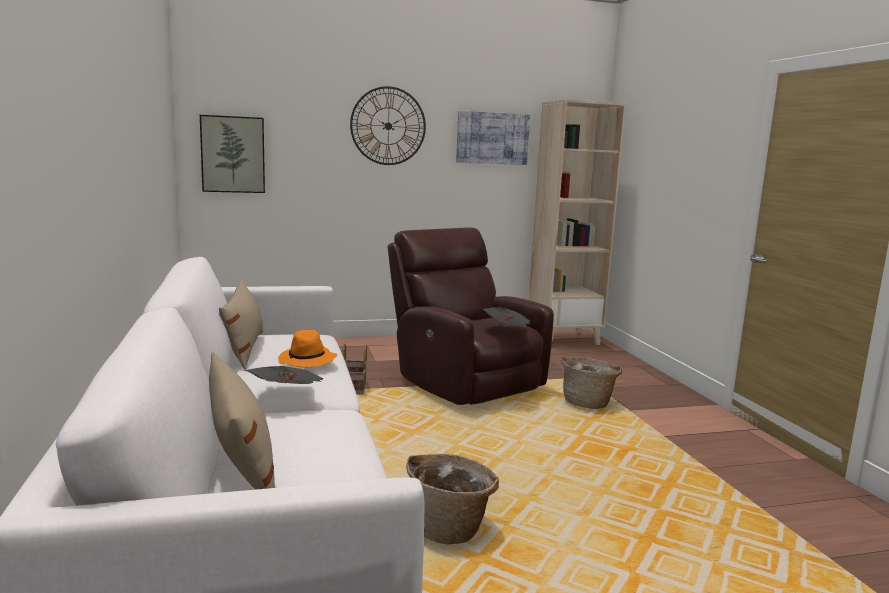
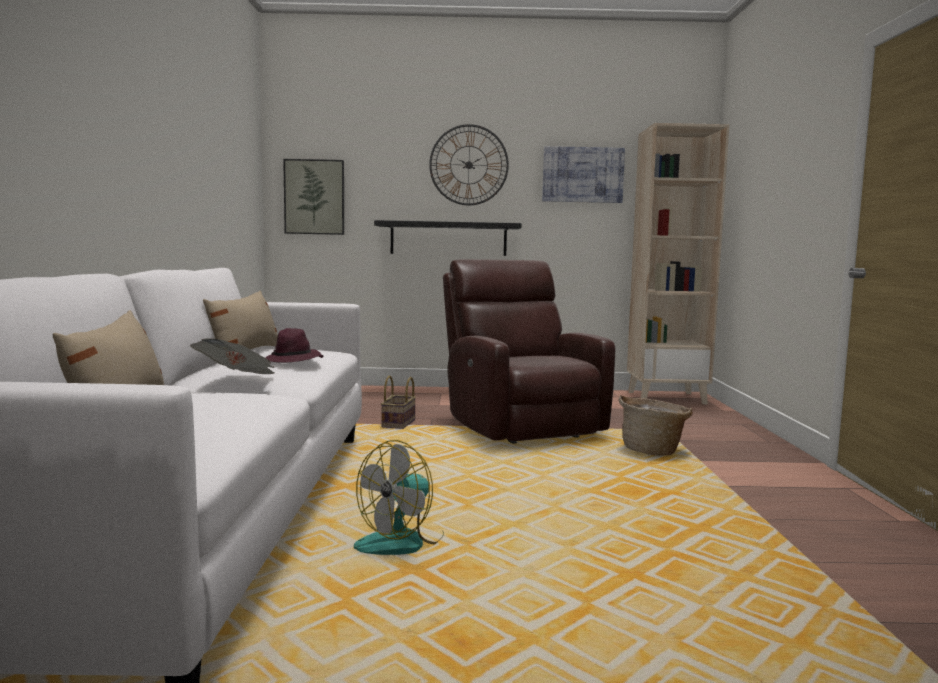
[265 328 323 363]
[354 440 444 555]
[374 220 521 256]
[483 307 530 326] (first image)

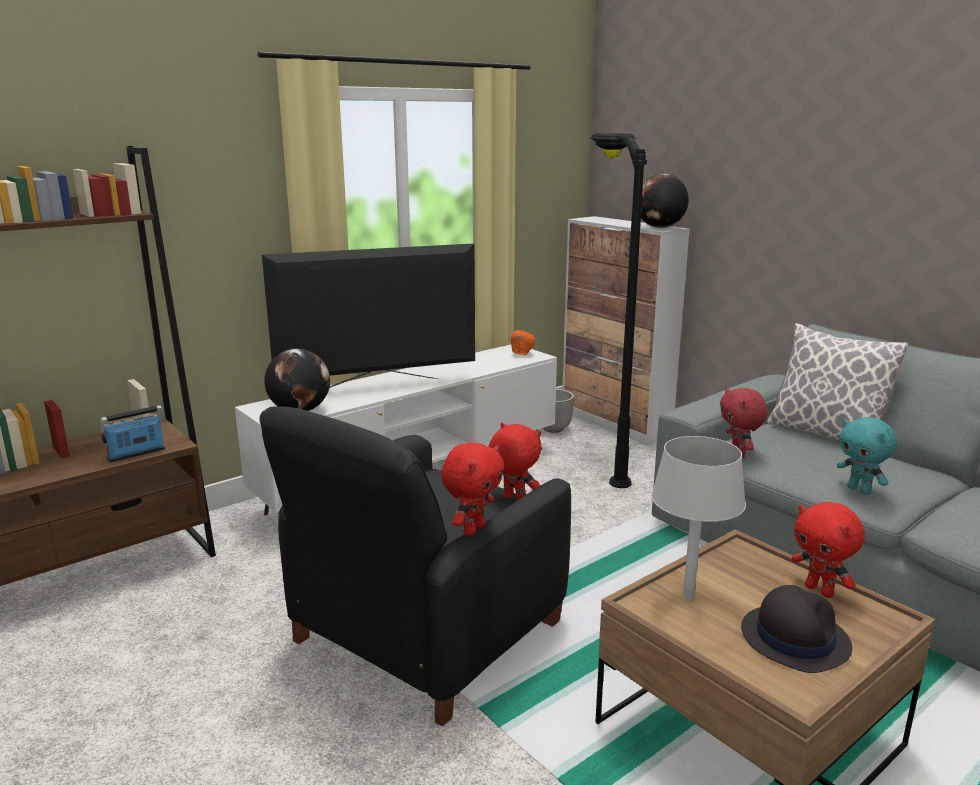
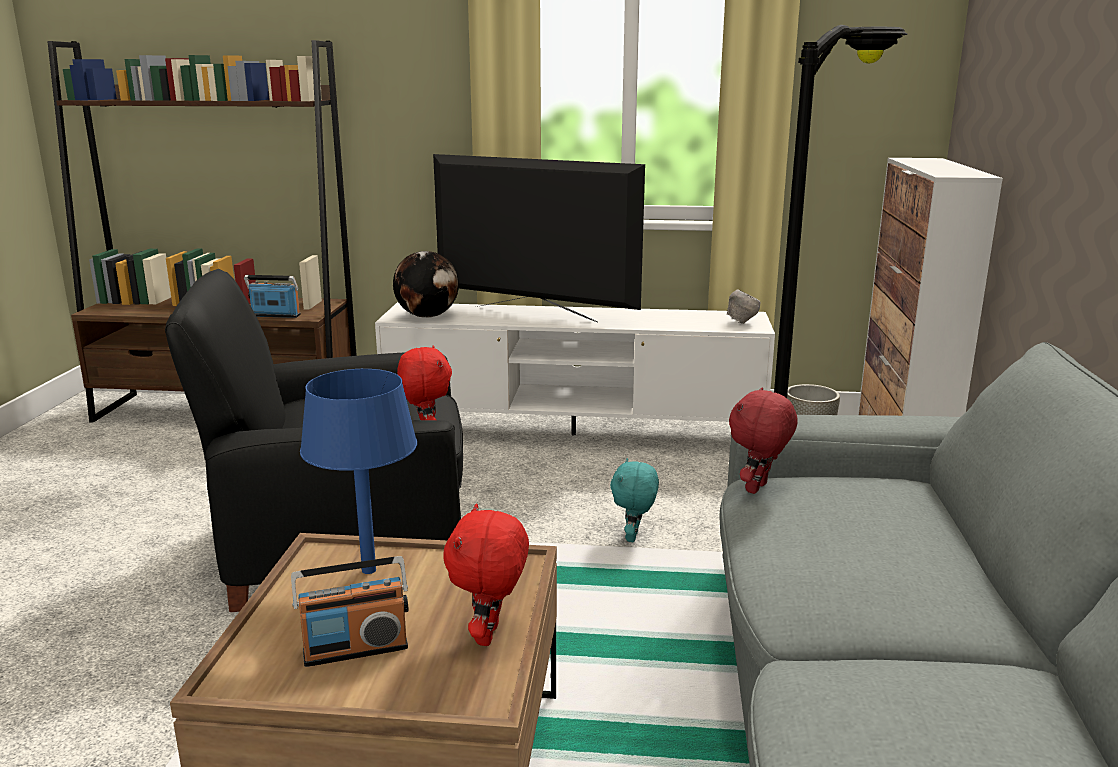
[291 556 409 667]
[300 369 417 574]
[610 458 659 542]
[727 289 760 324]
[441 442 504 536] (first image)
[641 174 689 228] (first image)
[766 323 908 440] (first image)

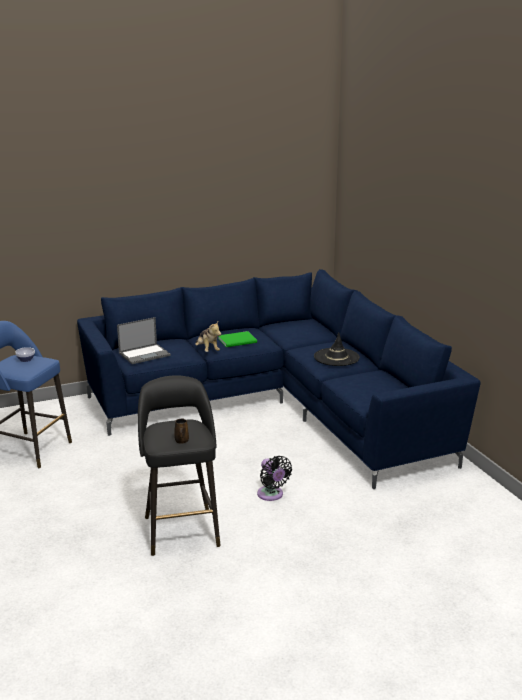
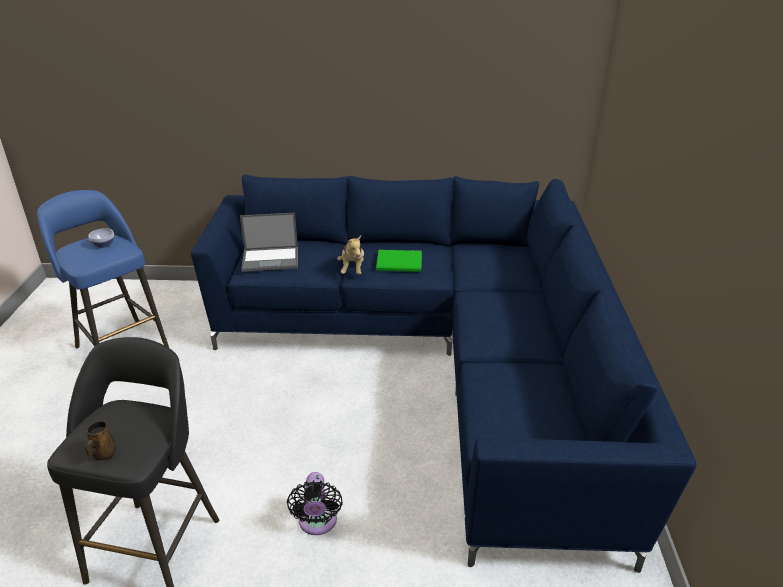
[314 332 360 366] (first image)

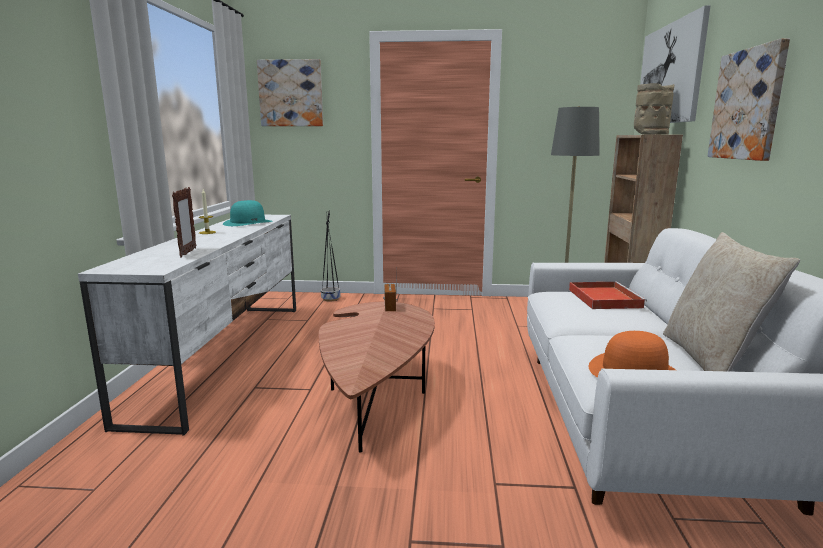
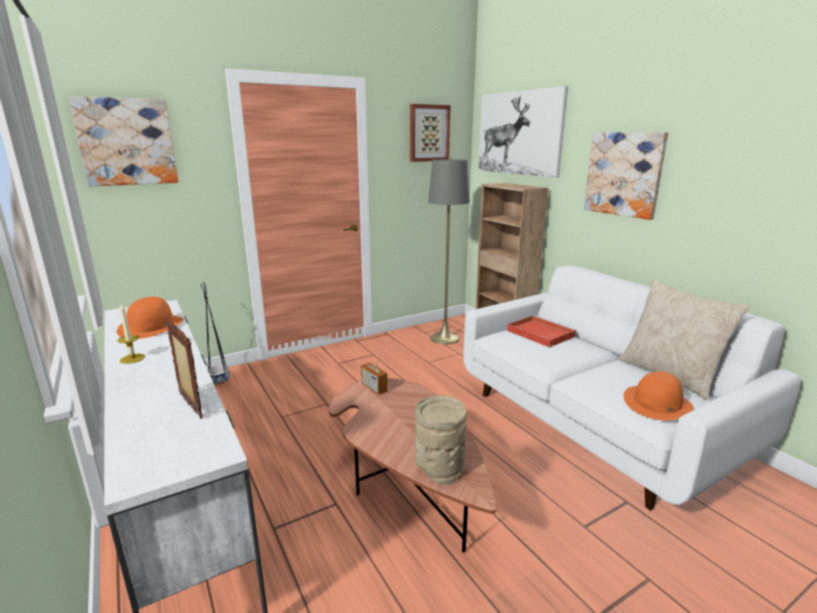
[117 297 184 339]
[410 104 451 162]
[415 395 466 485]

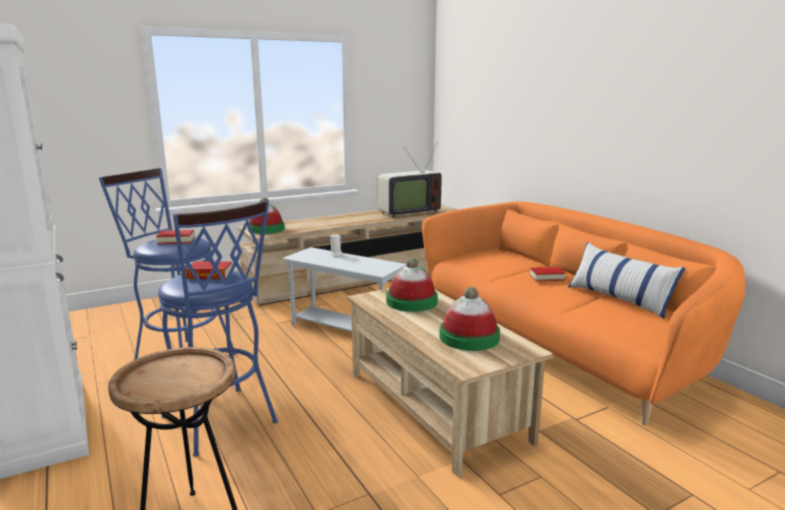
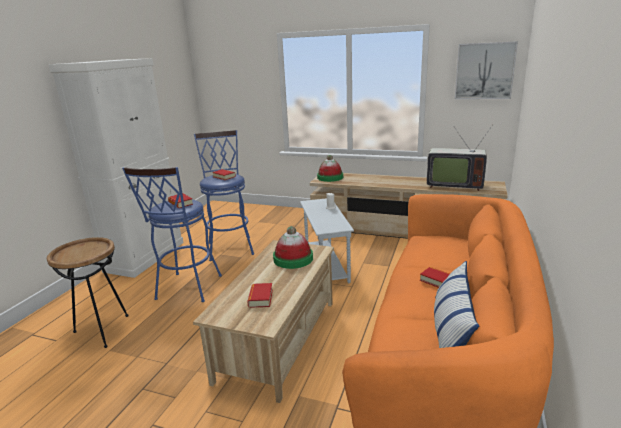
[247 283 273 308]
[455 41 518 99]

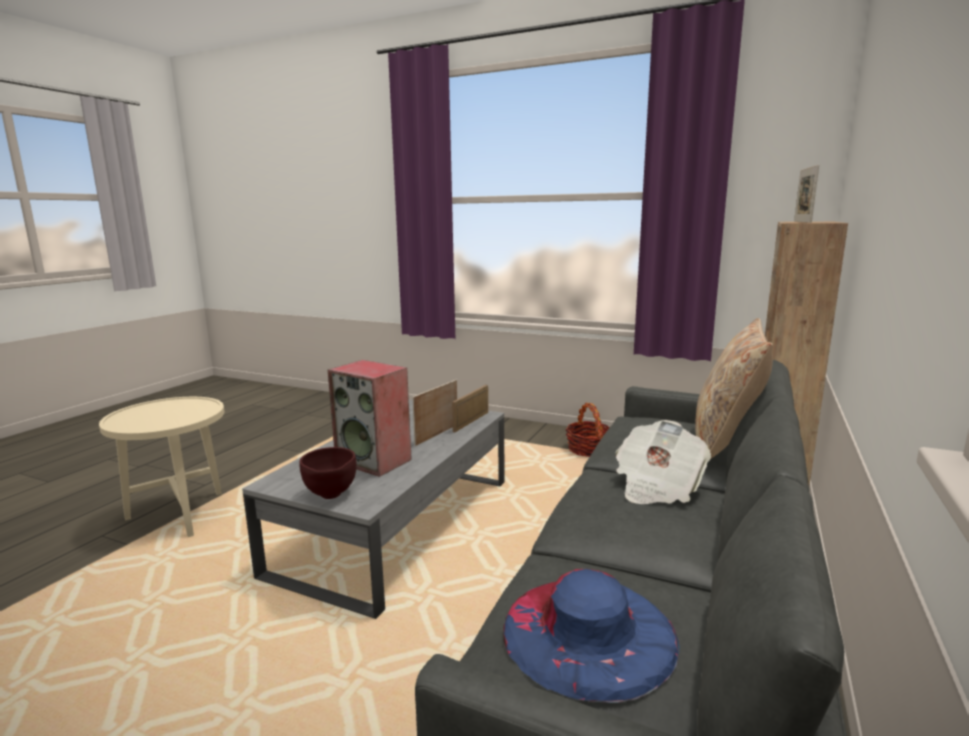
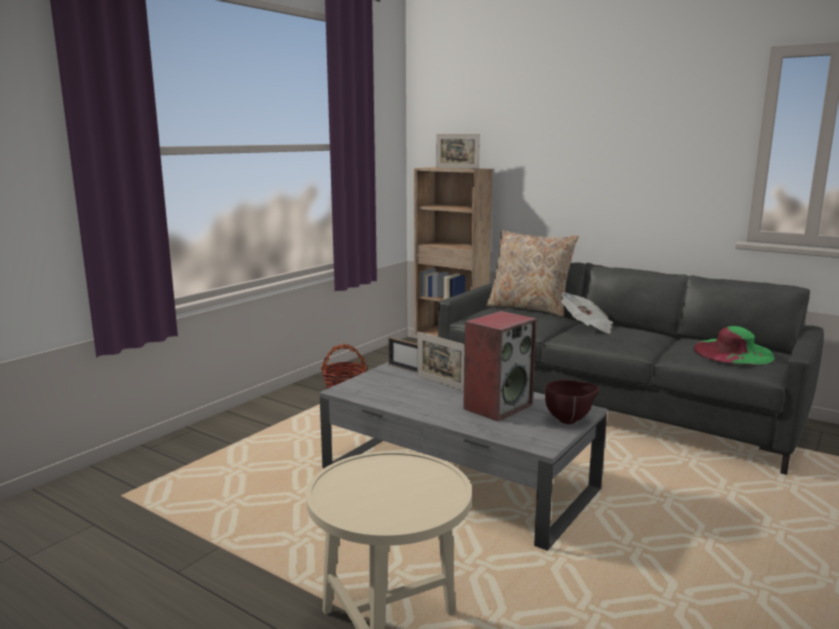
[693 326 775 365]

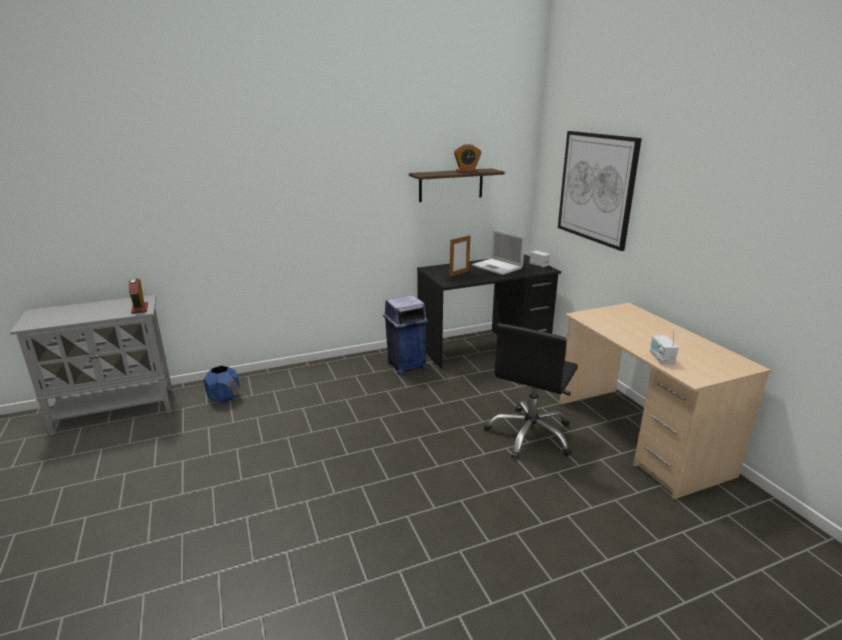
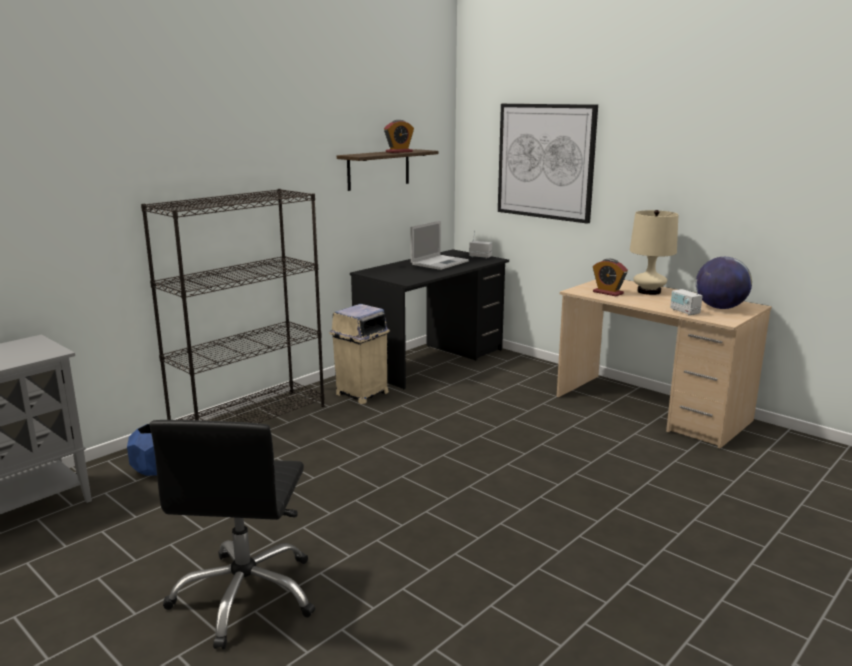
[141 189 324 423]
[149 420 315 649]
[329 304 390 404]
[410 220 469 270]
[593 259 628 297]
[630 210 678 295]
[696 257 752 309]
[449 235 470 277] (first image)

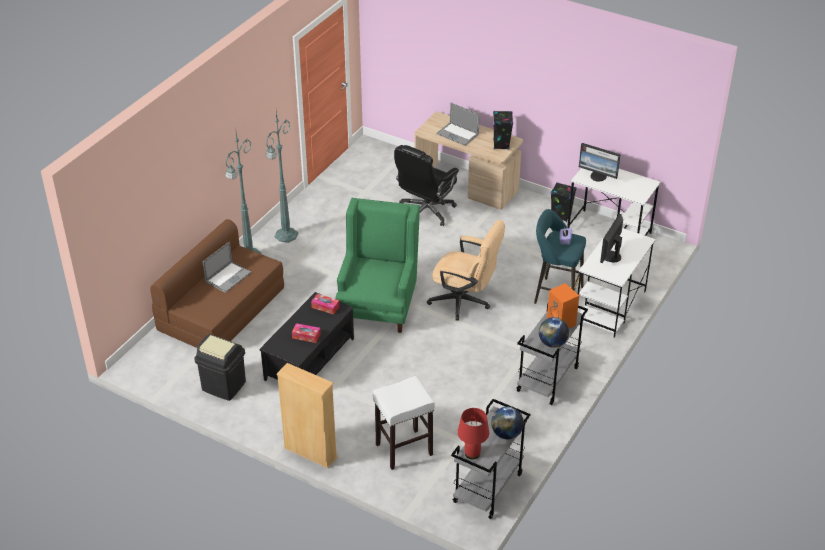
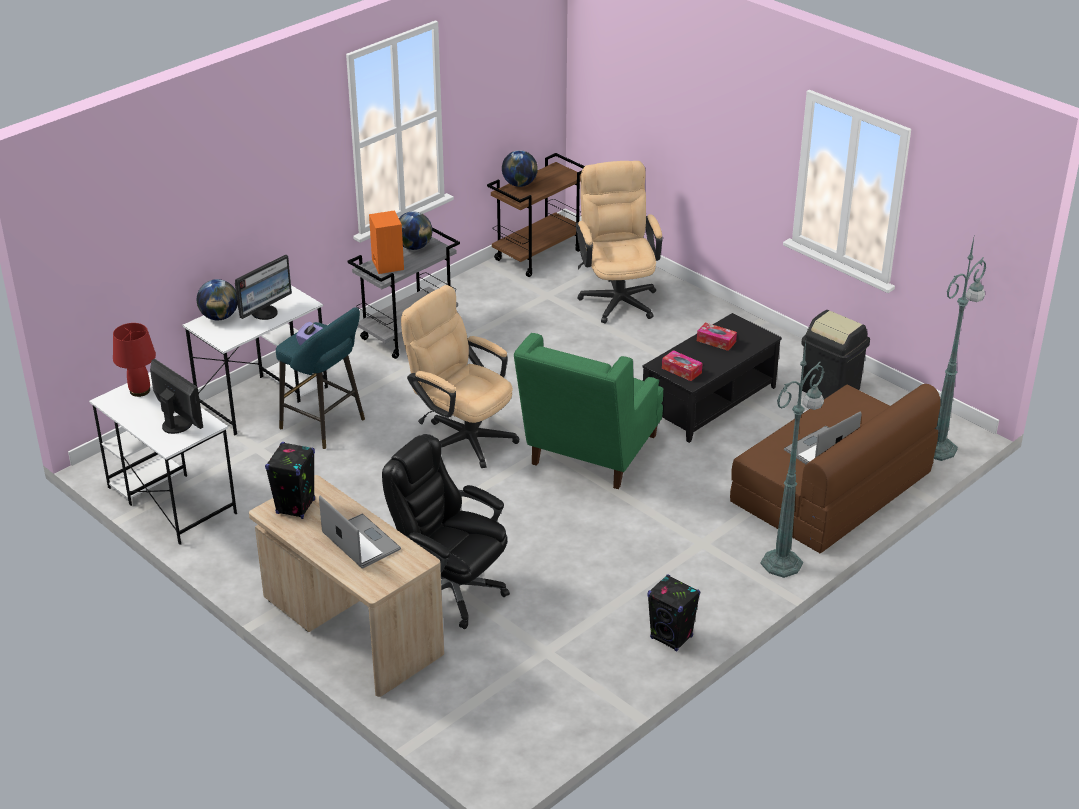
[113 323 156 397]
[197 279 238 320]
[382 434 510 629]
[487 153 585 277]
[576 161 663 324]
[647 574 701 652]
[934 238 987 461]
[277 363 338 468] (first image)

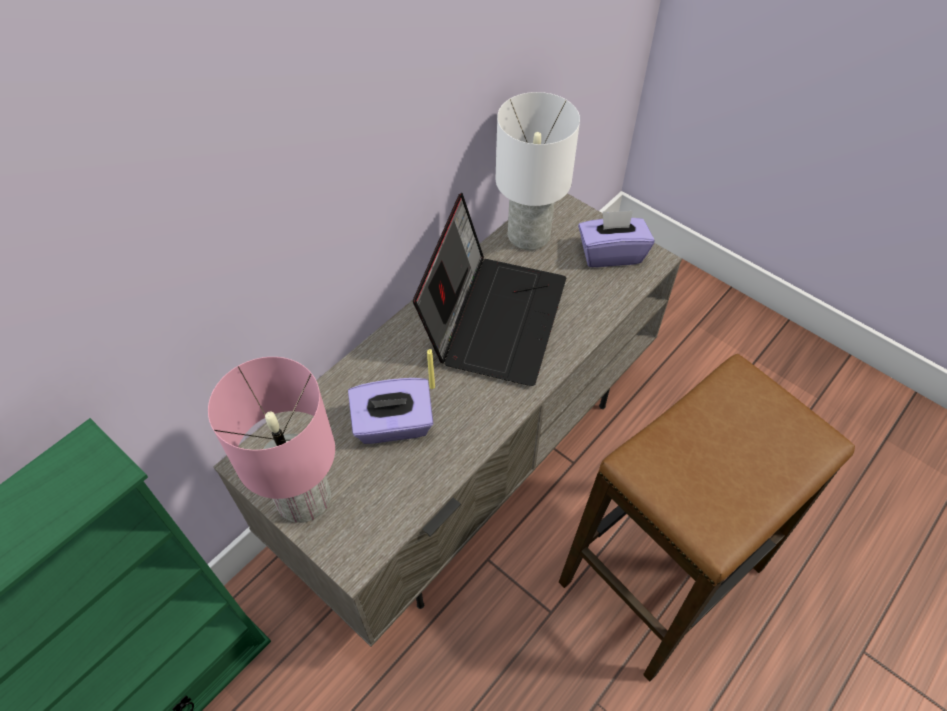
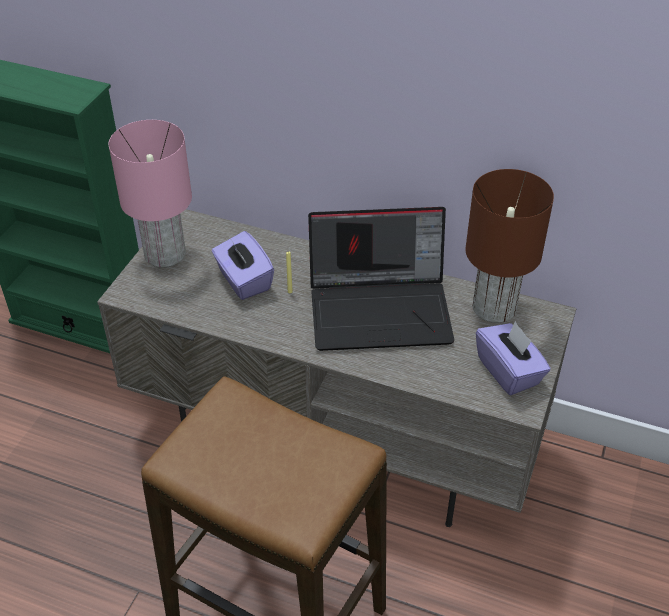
[465 169 554 323]

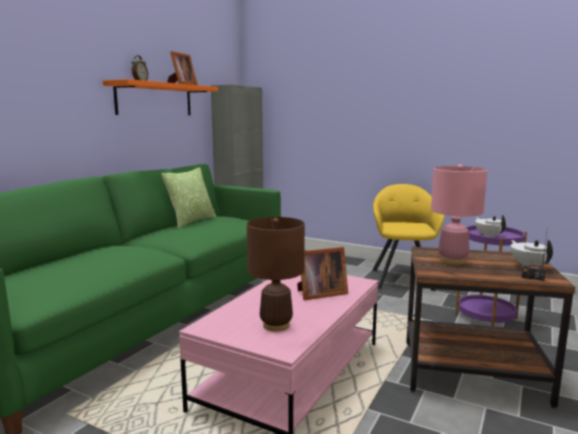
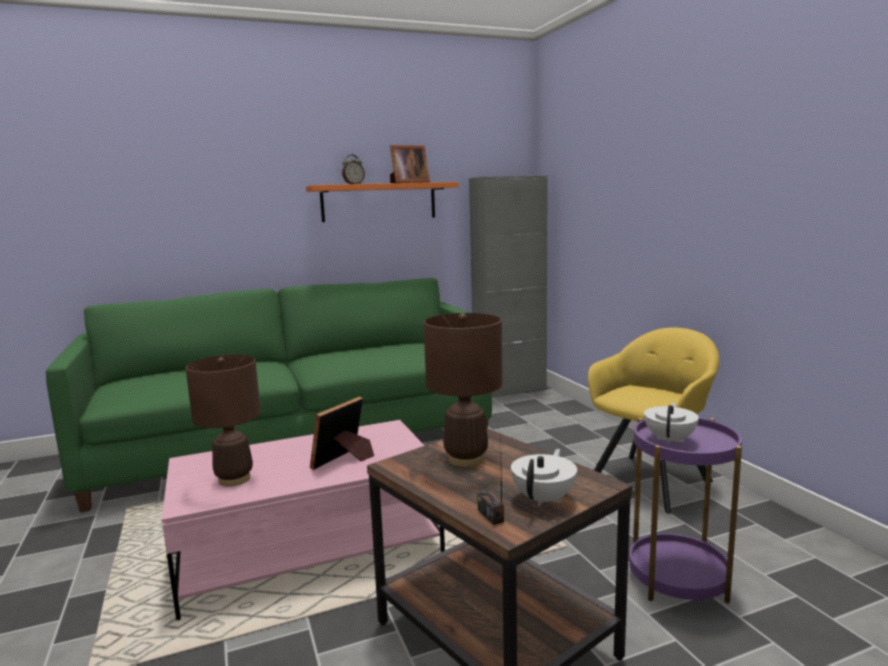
[310 397 374 470]
[423 313 503 467]
[161 167 216 228] (first image)

